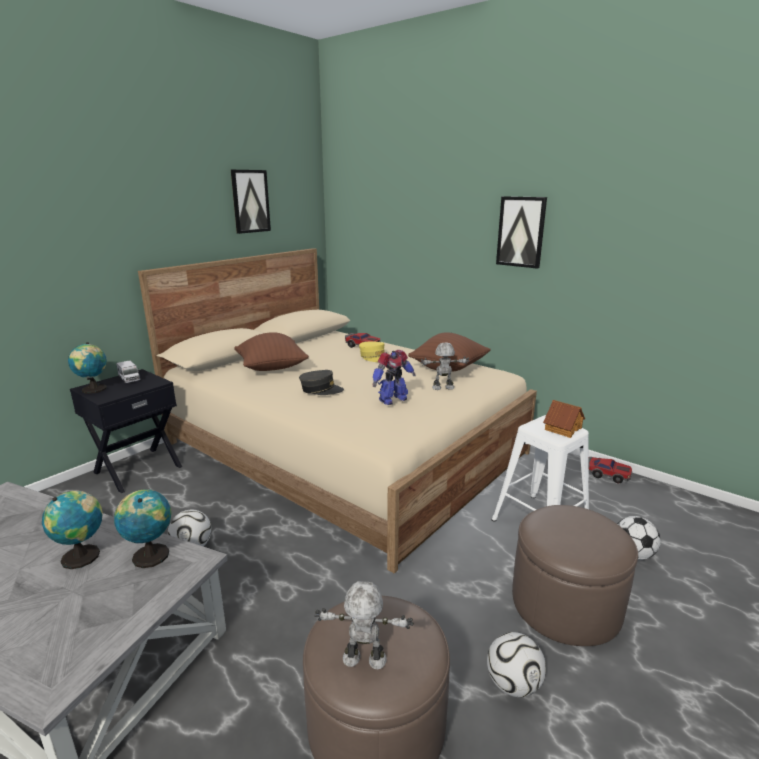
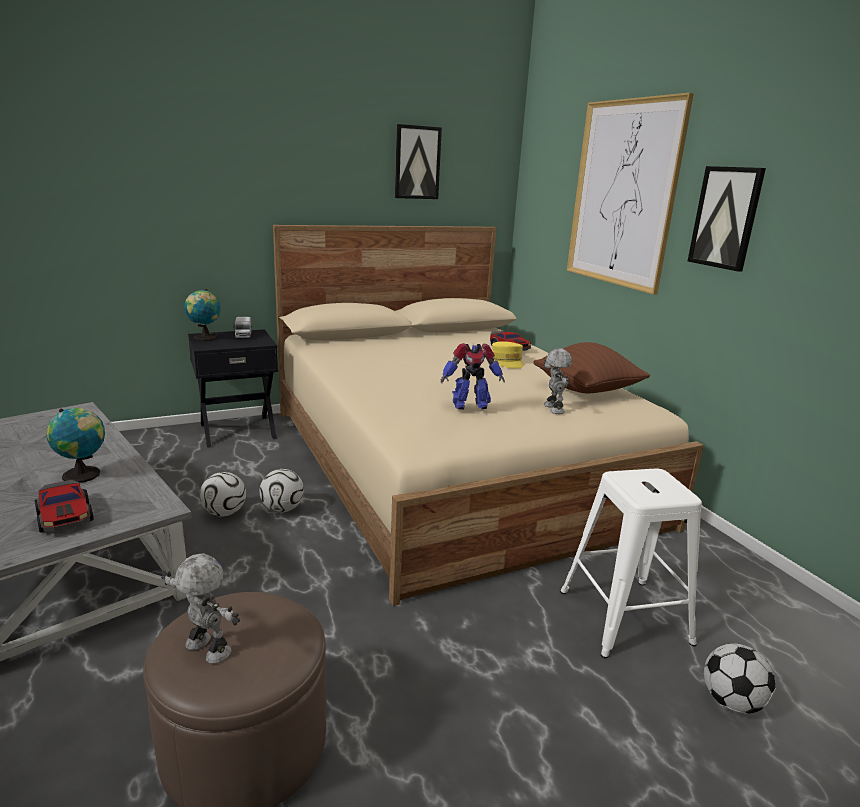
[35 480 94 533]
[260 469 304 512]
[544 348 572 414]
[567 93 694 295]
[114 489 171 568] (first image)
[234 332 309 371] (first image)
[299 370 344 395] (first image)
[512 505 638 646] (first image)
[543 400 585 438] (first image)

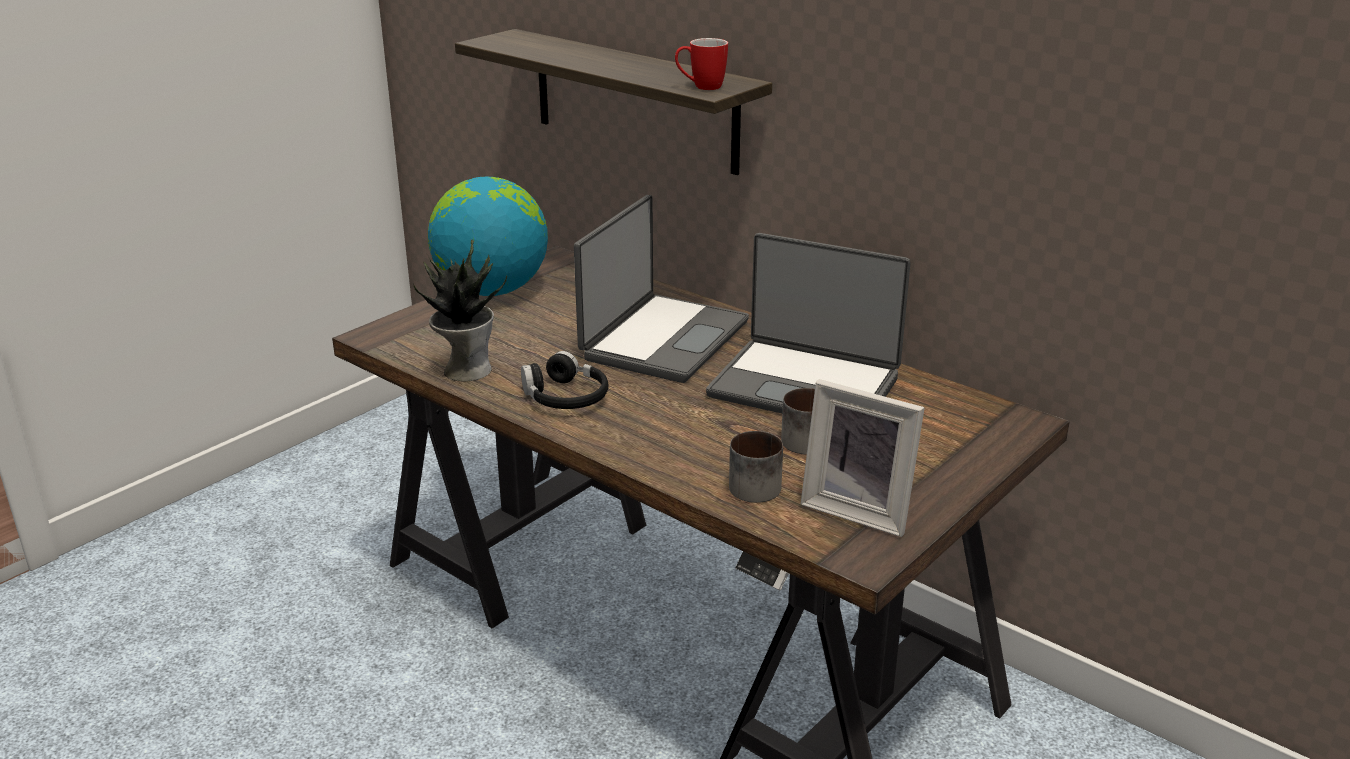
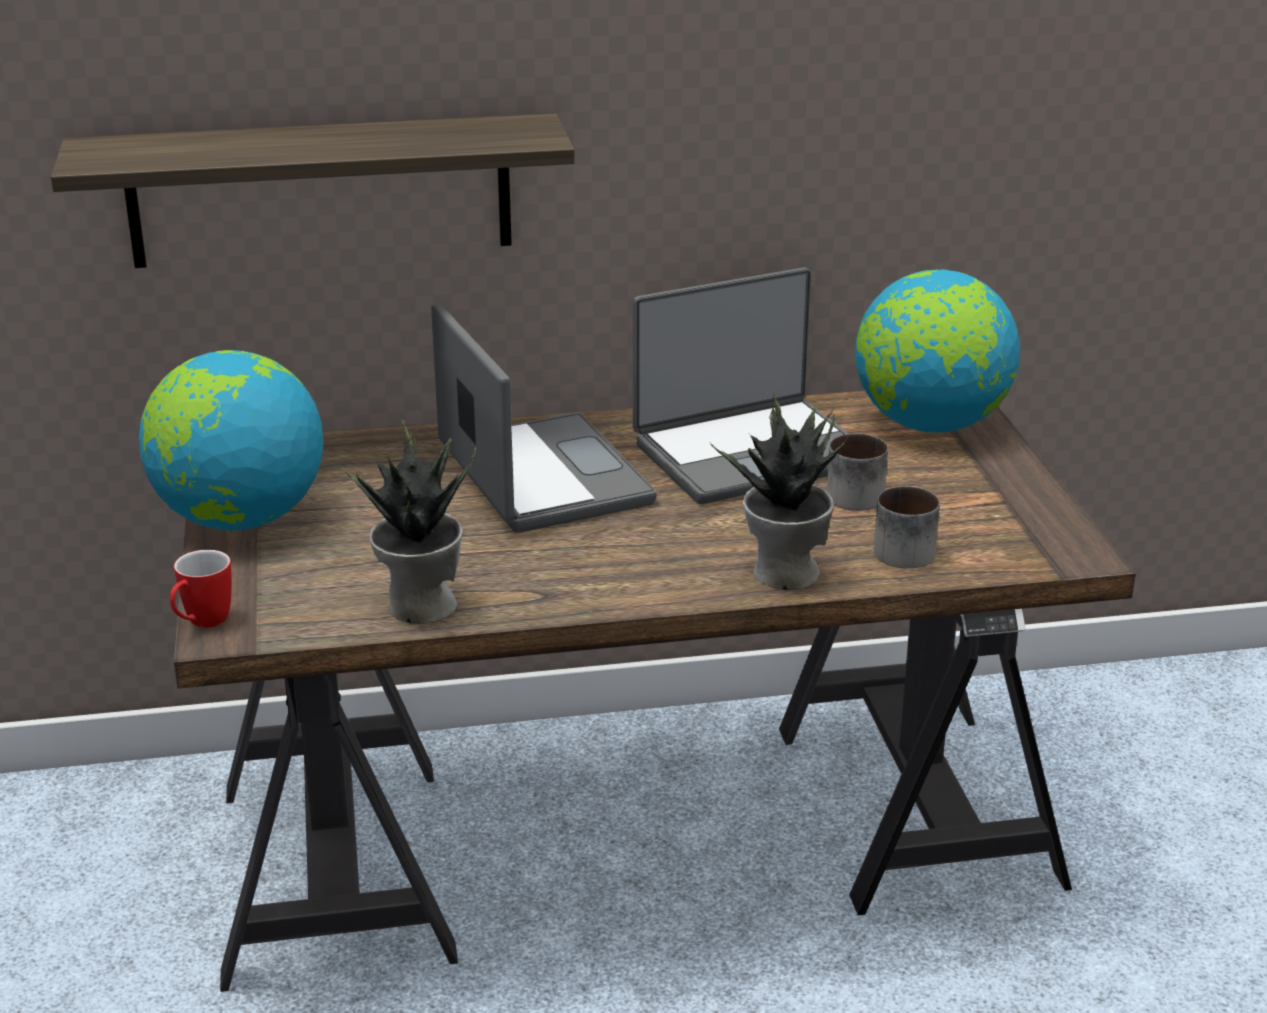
[170 550 232 628]
[710 393 847 590]
[855 269 1020 433]
[521 351 608 409] (first image)
[800 379 925 537] (first image)

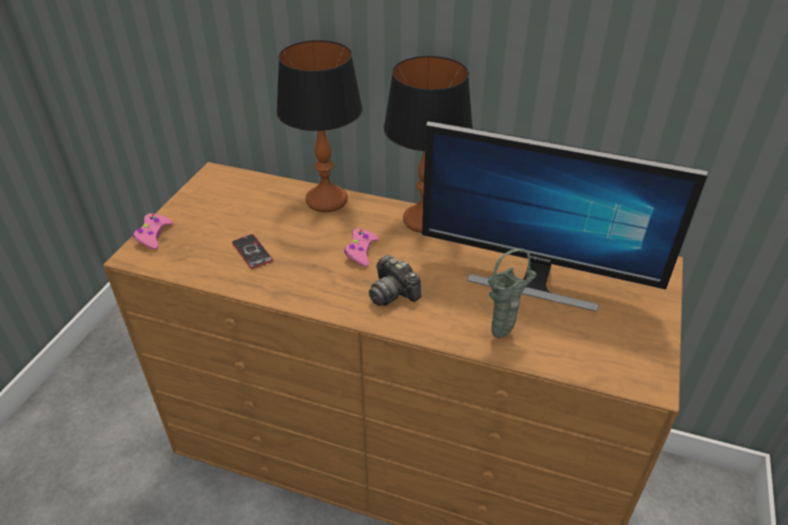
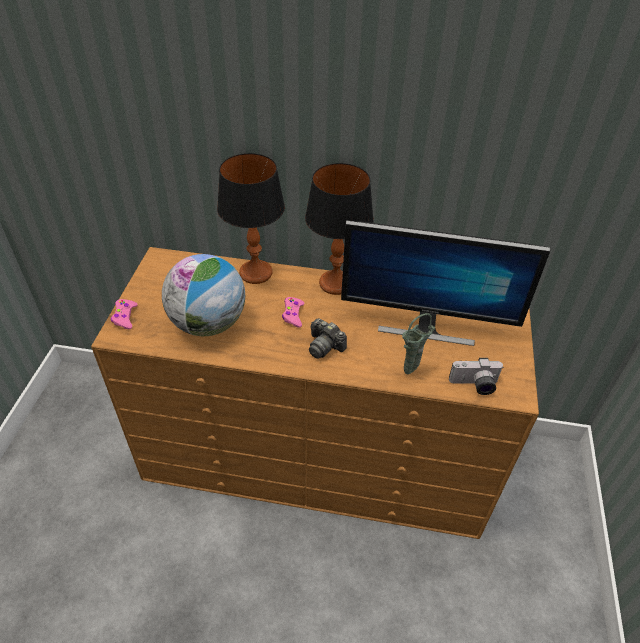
[162 254 245 336]
[449 358 503 395]

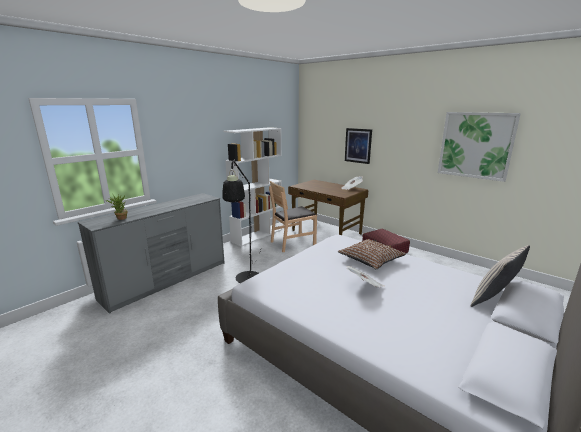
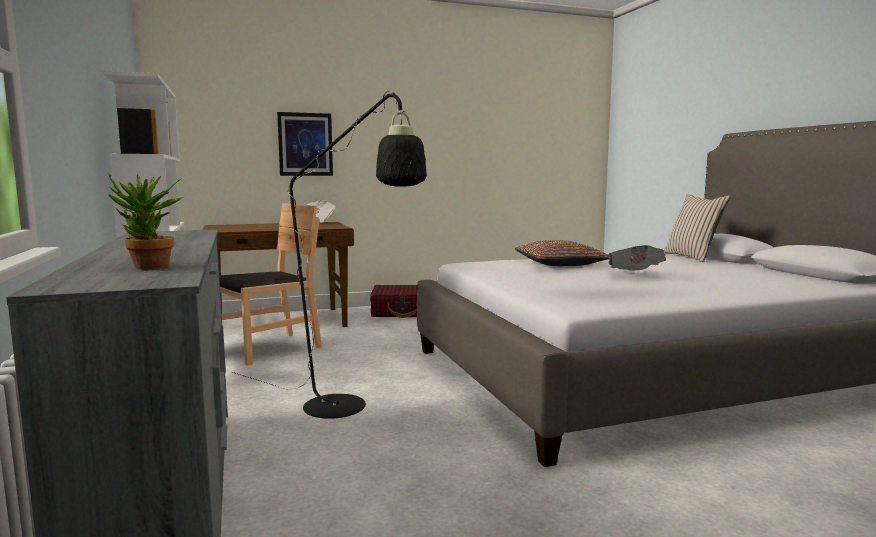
[219 203 322 366]
[438 112 521 182] (first image)

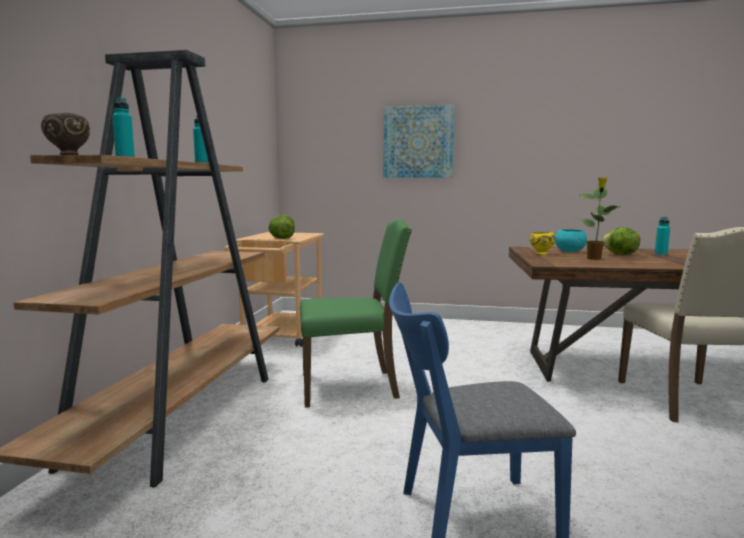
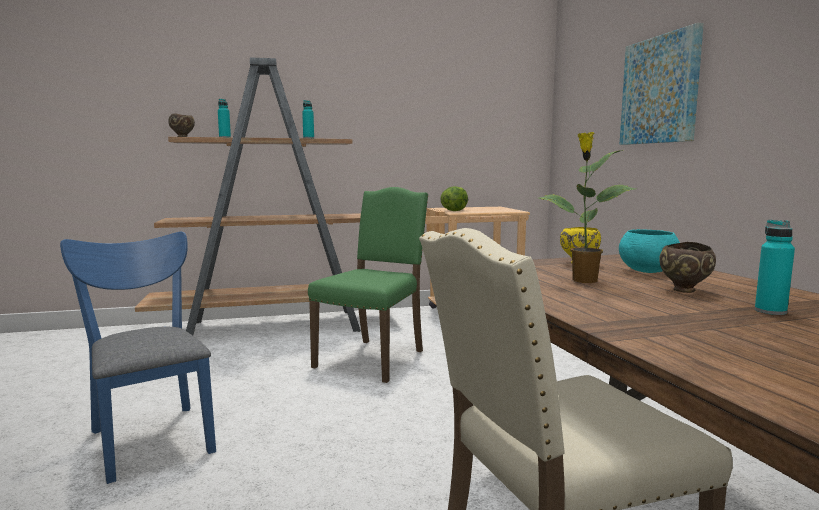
[308 187 428 383]
[659 242 716 293]

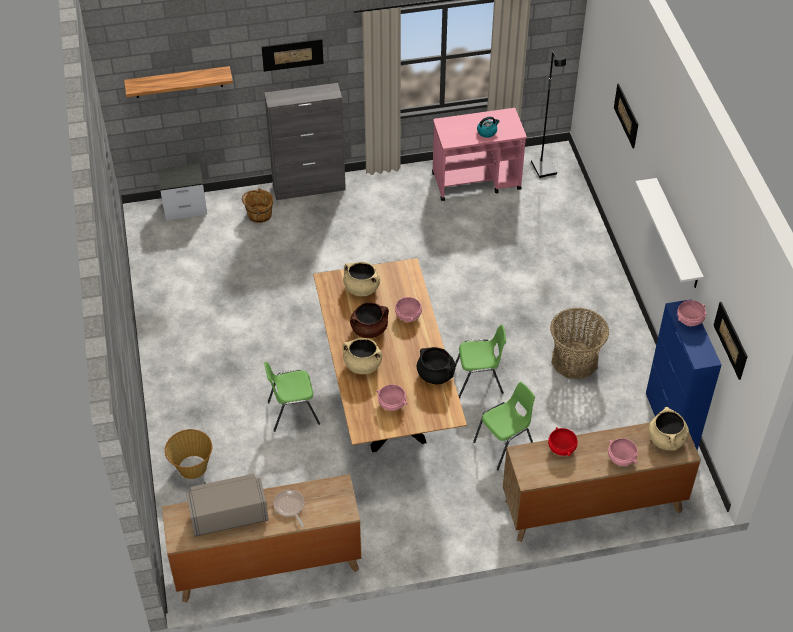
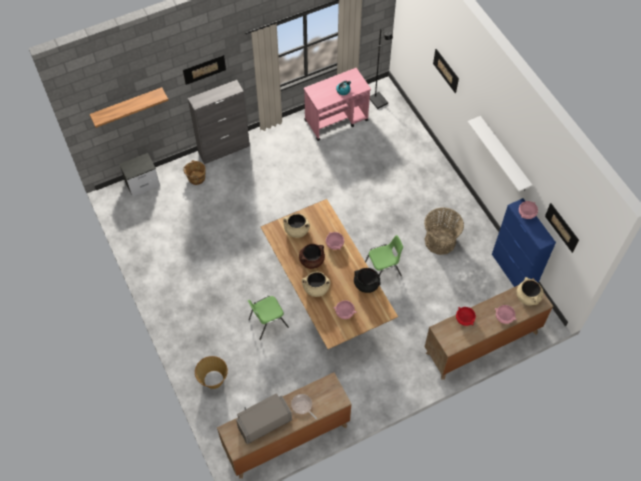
[473 382 535 470] (first image)

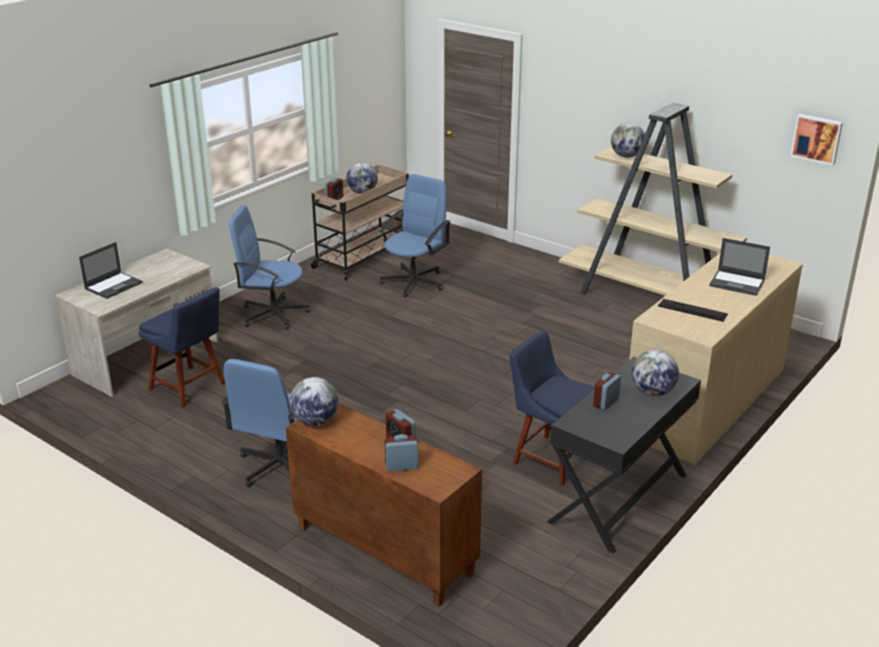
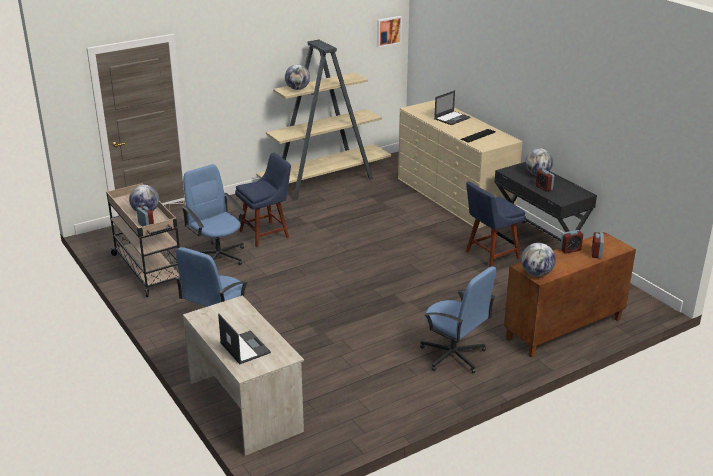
[235 153 291 247]

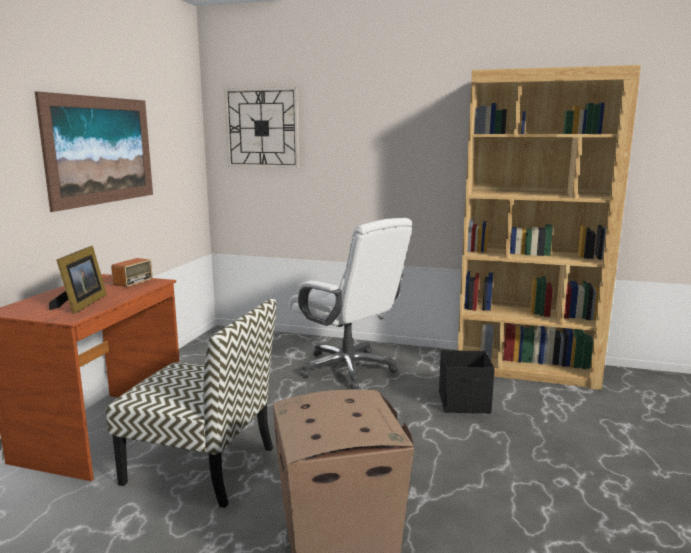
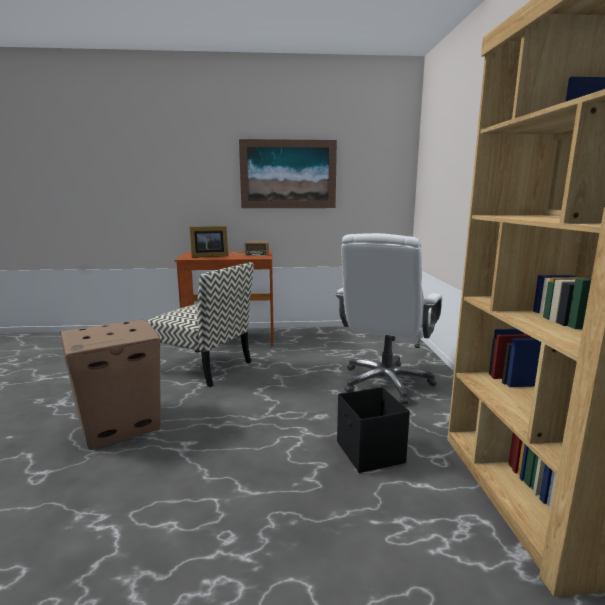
[147 262 254 387]
[224 87 299 168] (first image)

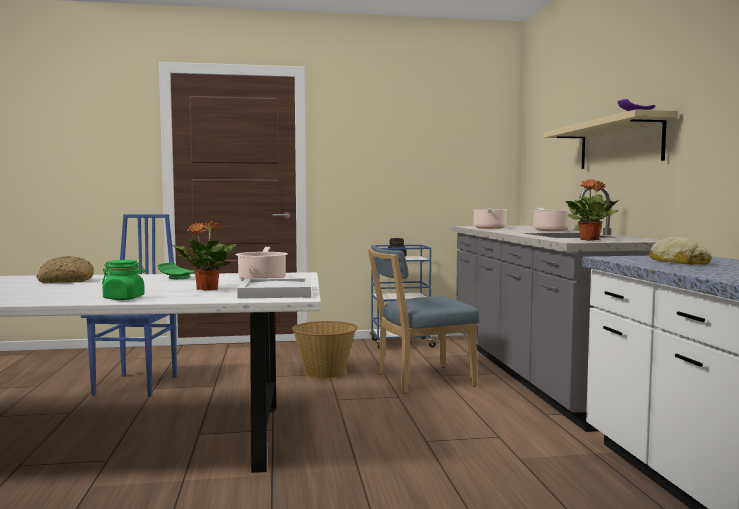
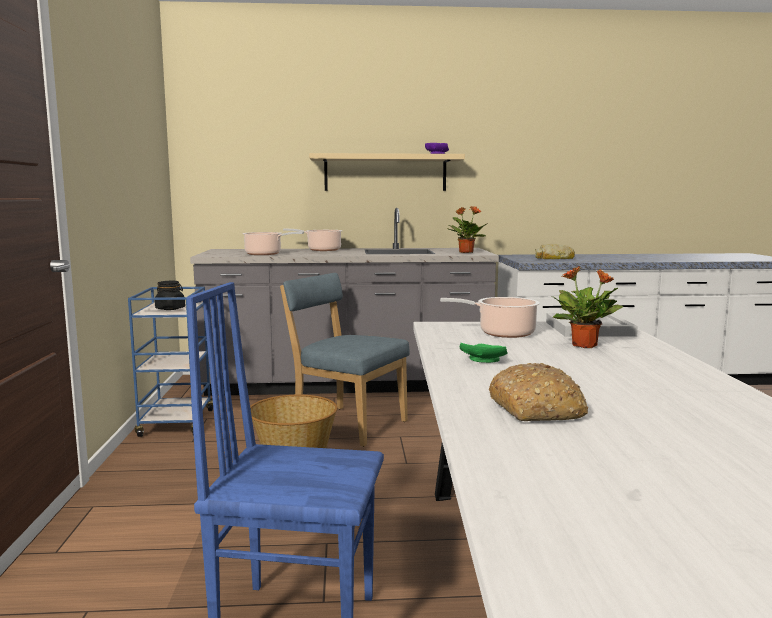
[280 273 410 447]
[102 260 145 300] (first image)

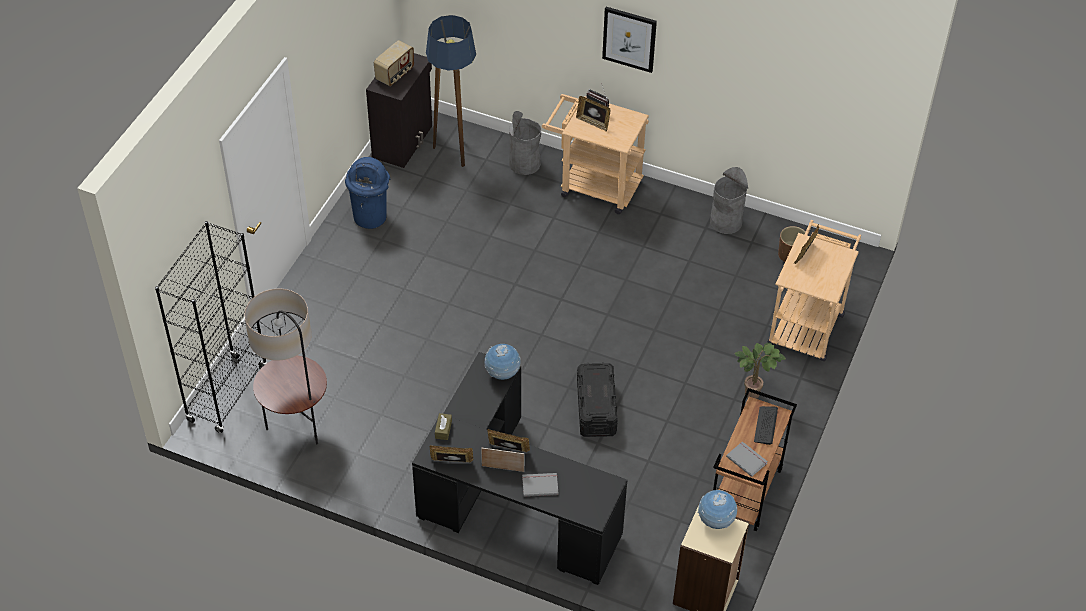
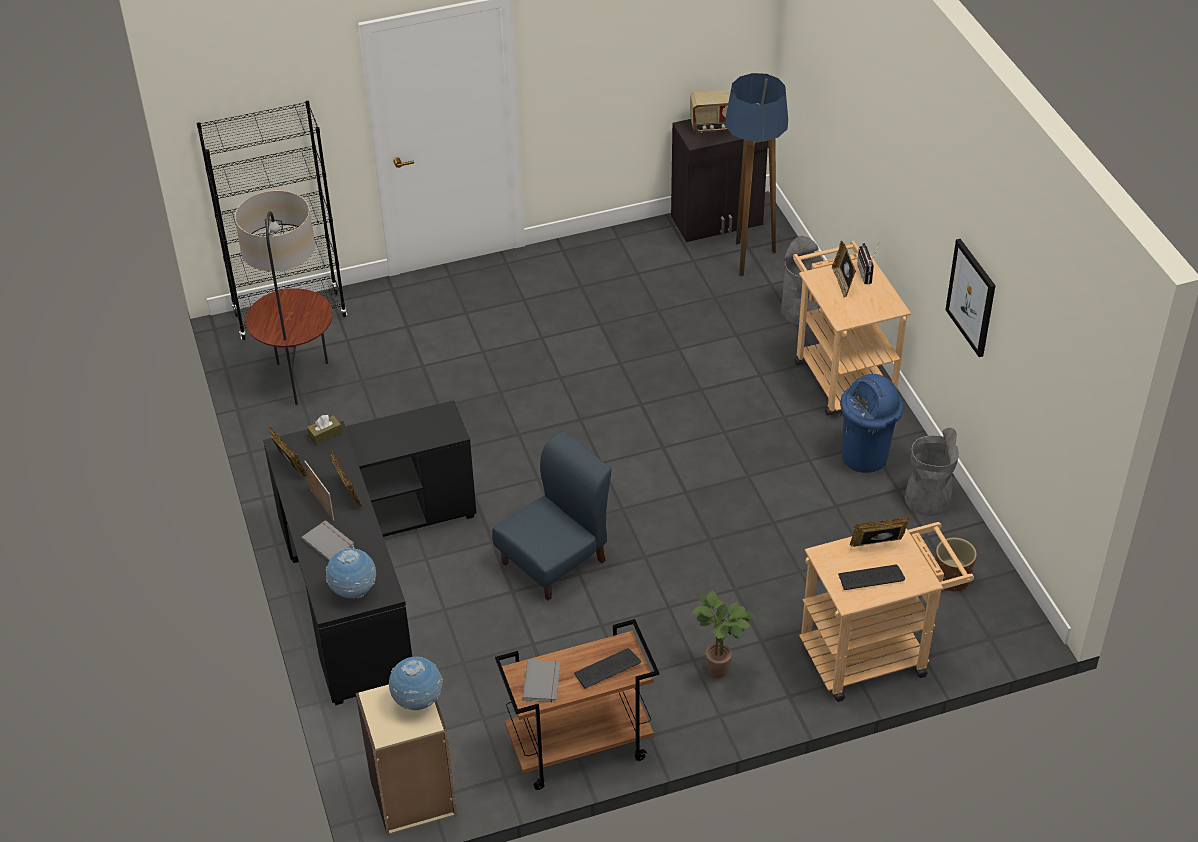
[326 547 376 598]
[492 431 611 601]
[838 565 905 590]
[840 374 903 473]
[945 239 996 357]

